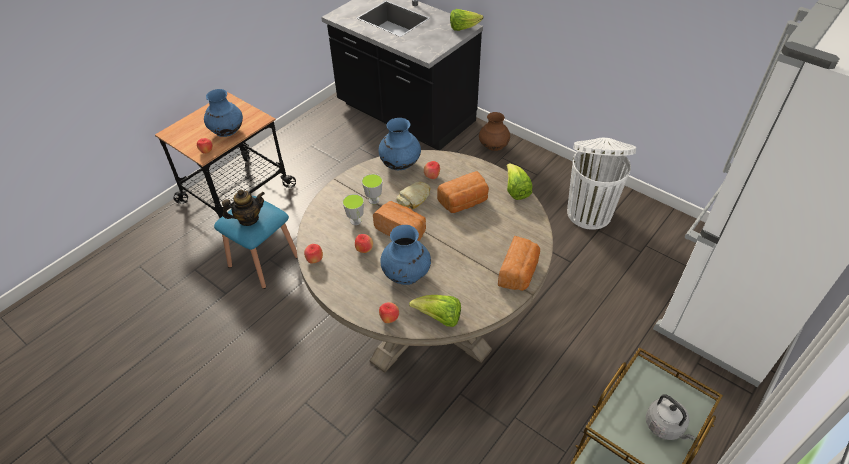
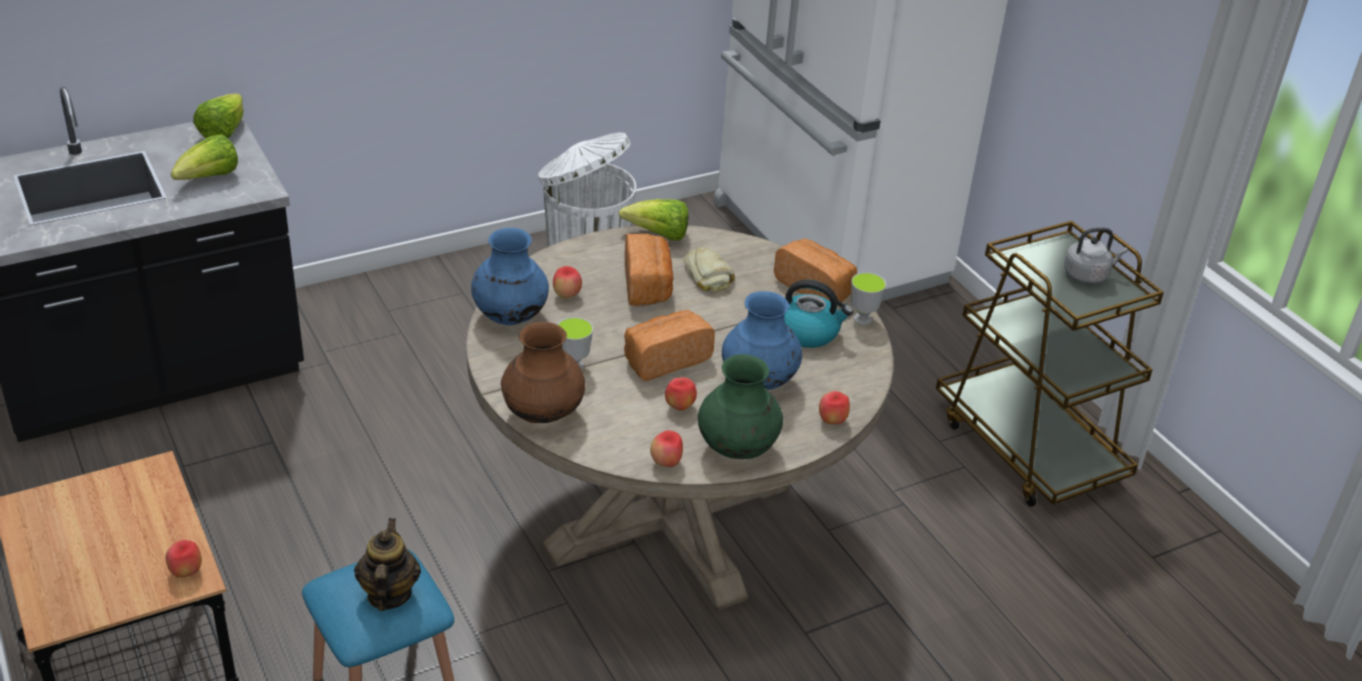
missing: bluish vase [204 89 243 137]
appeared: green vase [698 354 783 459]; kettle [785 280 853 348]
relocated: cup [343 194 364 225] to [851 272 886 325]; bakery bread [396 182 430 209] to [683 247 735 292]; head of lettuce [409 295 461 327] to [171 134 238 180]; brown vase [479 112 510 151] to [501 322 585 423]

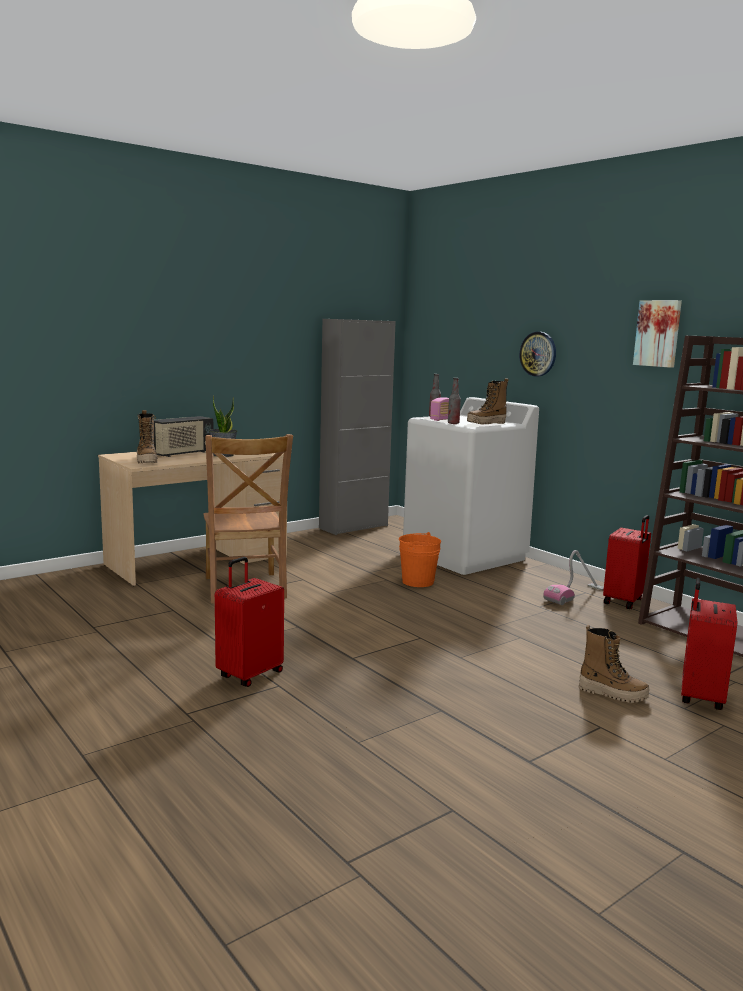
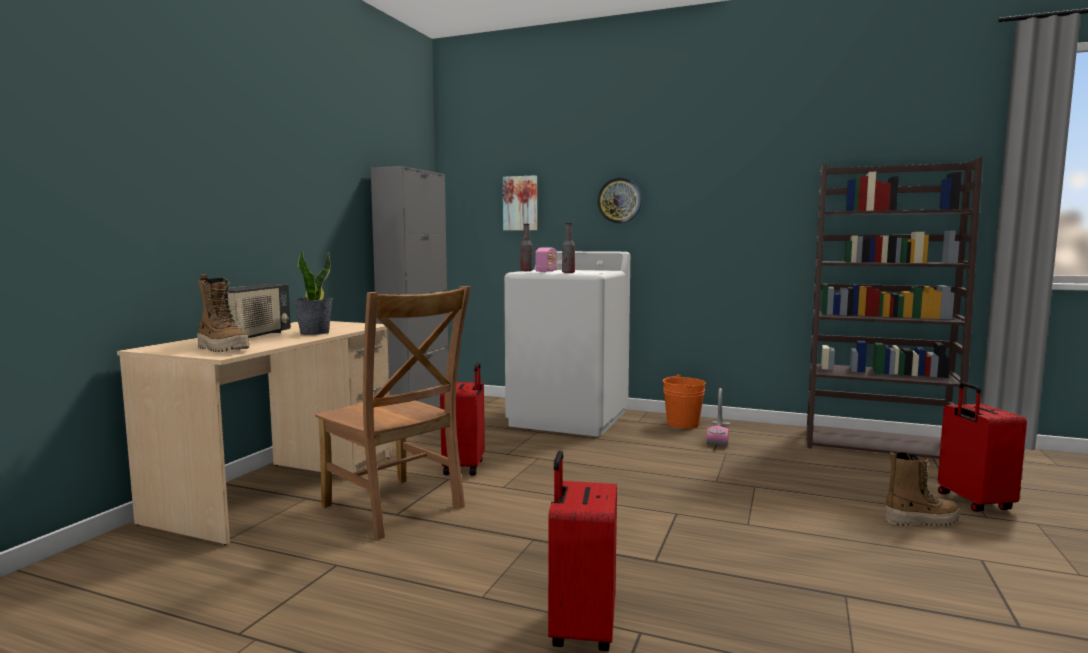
missing: boot [467 378 509 424]
relocated: orangey pail [399 532 441 587] to [663 374 706 429]; red travel case [603 515 651 609] to [440 363 485 476]; wall art [633 300 682 368] to [503 175 537 231]

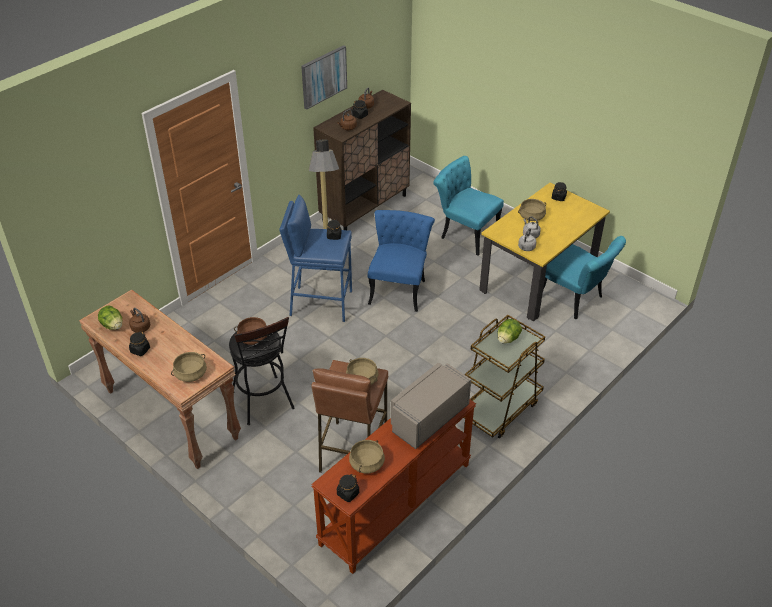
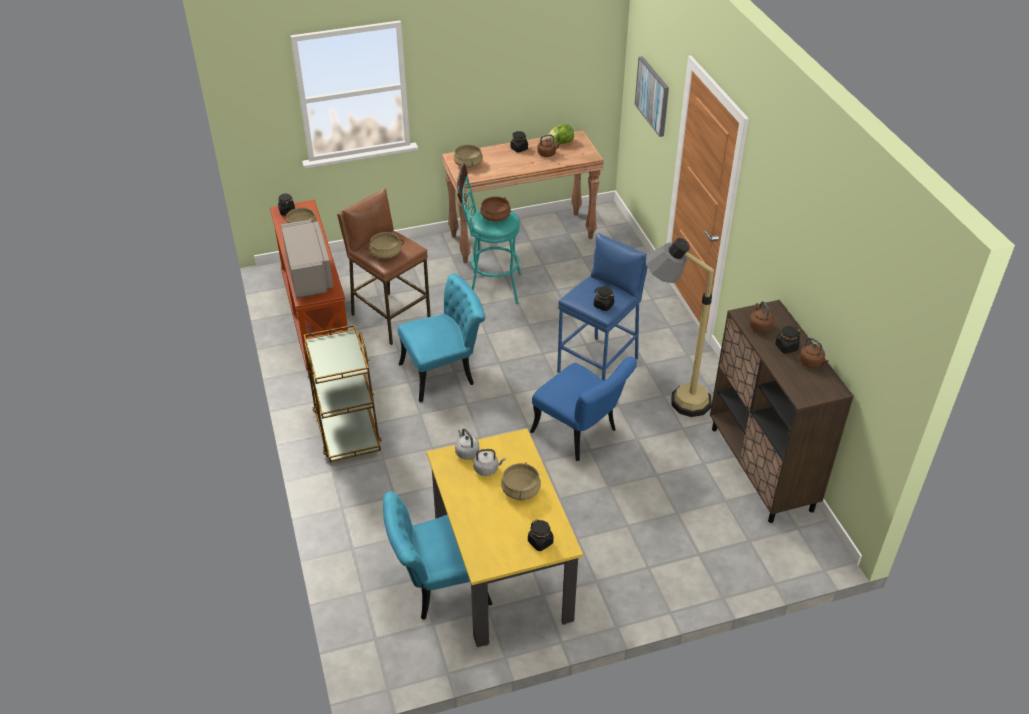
missing: head of lettuce [497 319 522 344]
relocated: wall art [301 45 347 109] to [635 56 669 137]; turquoise-coloured plain chair [433 156 504 256] to [398 273 485 402]
colour: blackish sitting stool [229 317 295 425] to turquoise-coloured sitting stool [457 163 521 304]

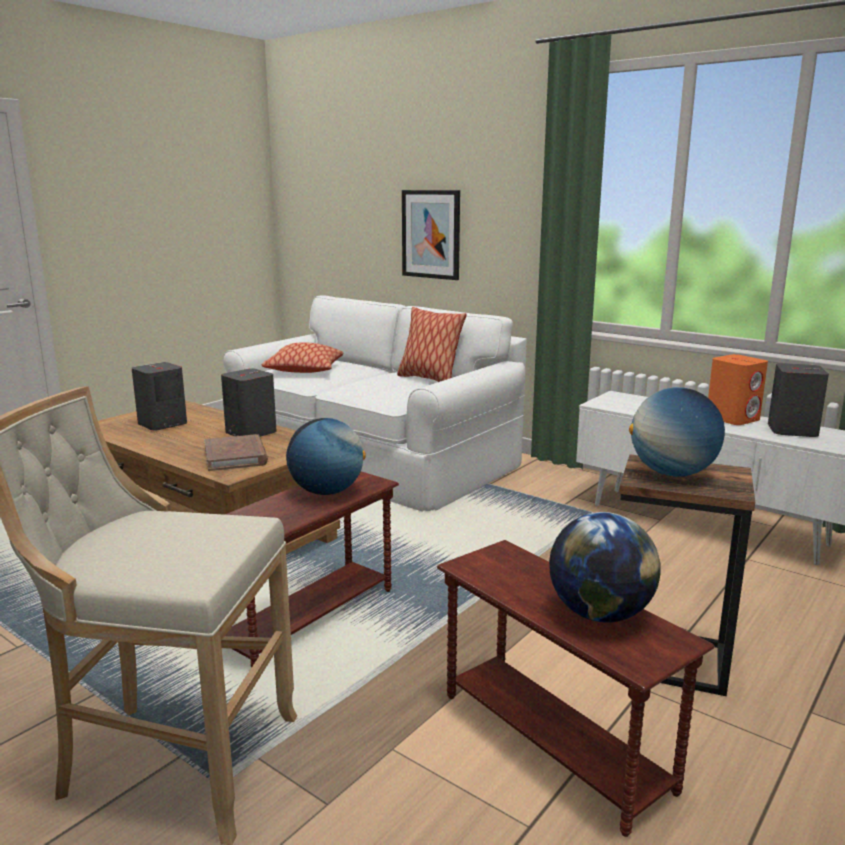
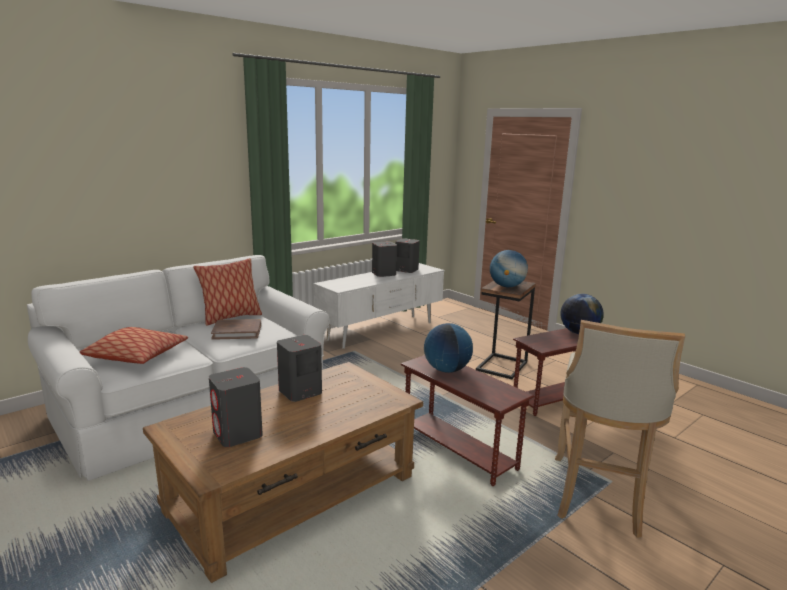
missing: wall art [402 190 460 280]
relocated: brown volume [204 434 268 471] to [211 319 261 340]
colour: orangey audio speaker [708 354 768 425] to greyish audio speaker [372 242 397 277]

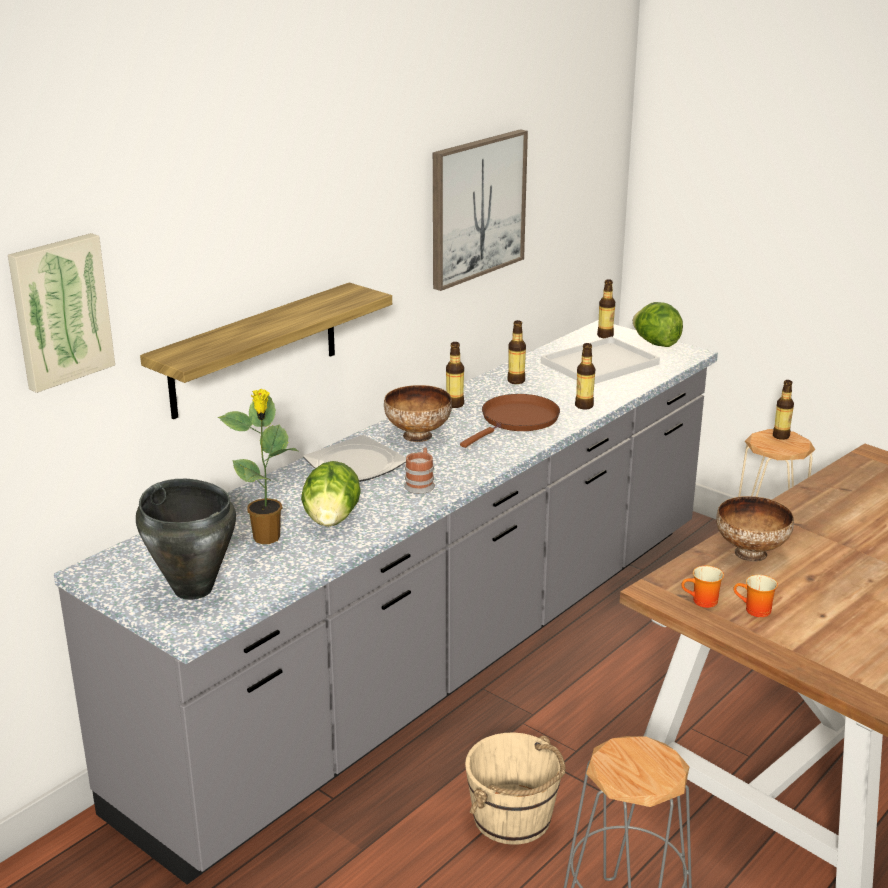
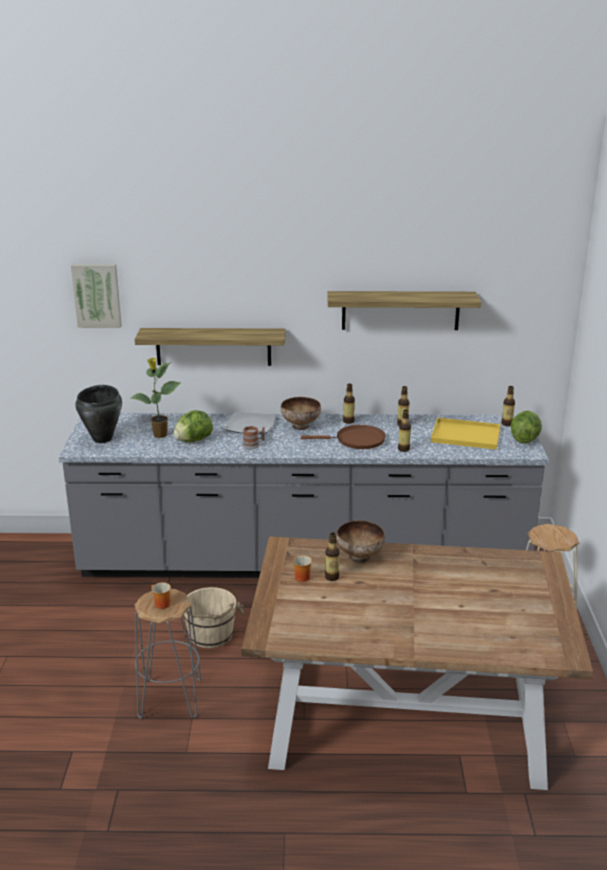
relocated: tea mug [681 566 724 608] to [151 582 171 609]; beverage bottle [773 380 794 440] to [325 532 340 581]
exchanged: wall art [433 129 528 291] to bracket shelf [327 291 481 330]
colour: whitish tray [541 337 660 384] to yellow tray [431 417 501 450]

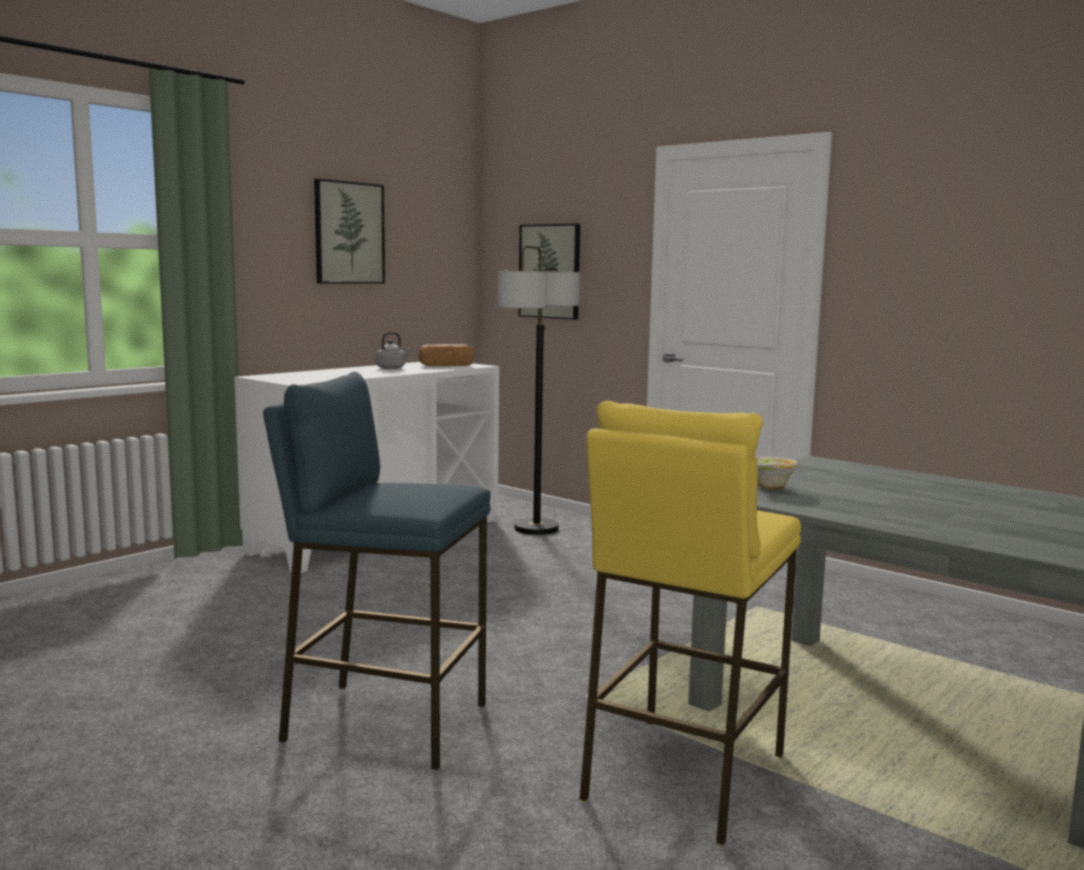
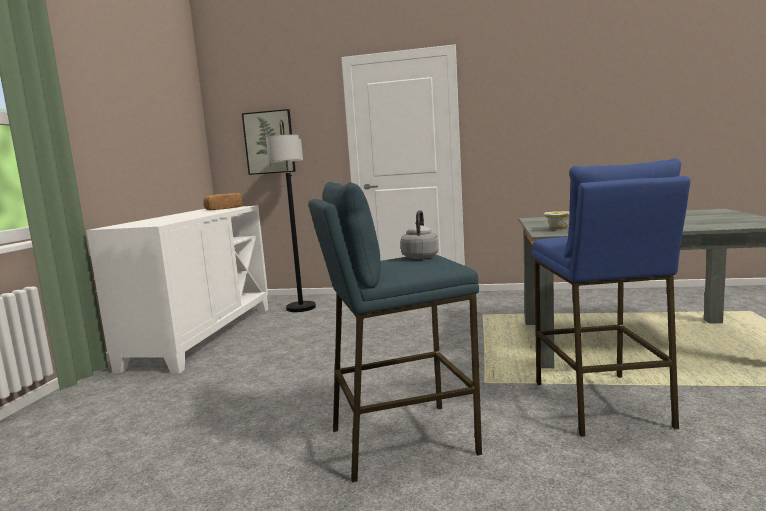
missing: wall art [314 179 385 284]
relocated: greyish kettle [376 332 411 369] to [400 210 439 259]
colour: yellow sitting stool [579 401 801 846] to bluish sitting stool [532 158 690 437]

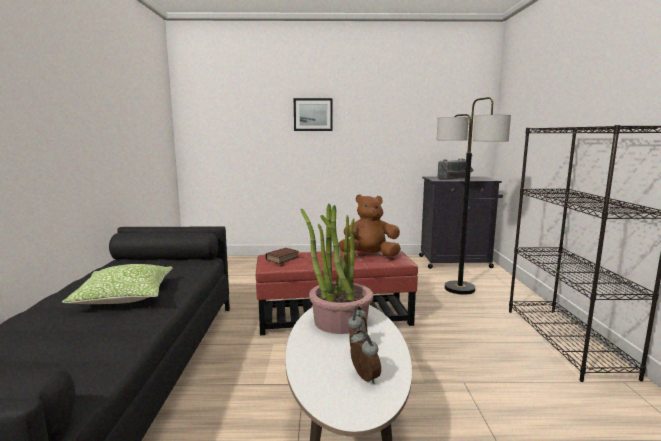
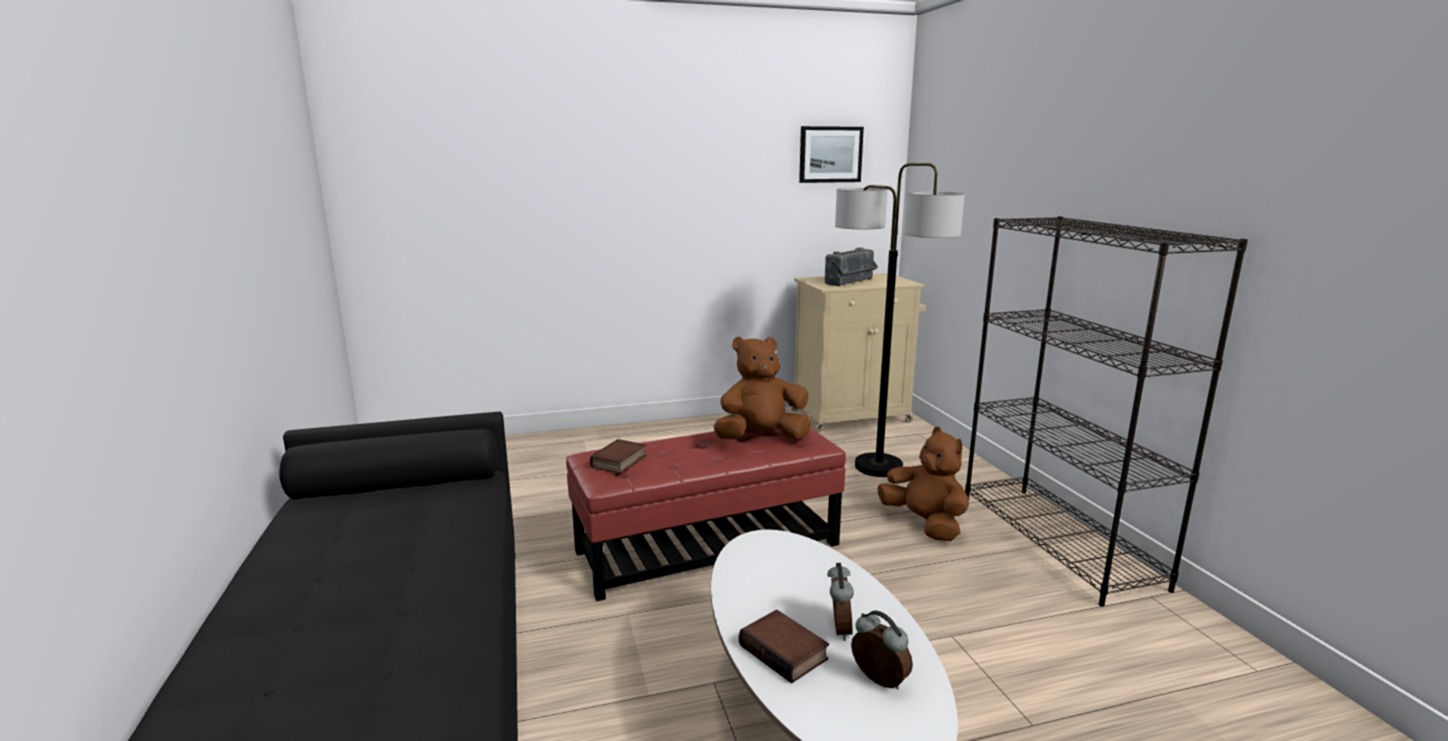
missing: cushion [62 264 172 304]; potted plant [301 204 373 334]
appeared: volume [739 610 829 683]; brown soft toy [878 427 969 541]
relocated: wall art [294 98 333 131] to [799 126 864 183]
colour: blackish storage cabinet [419 176 503 269] to beige storage cabinet [791 273 926 433]

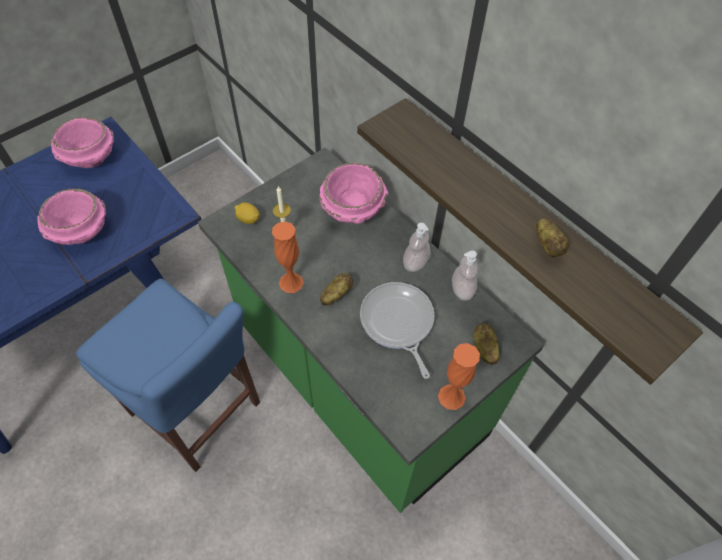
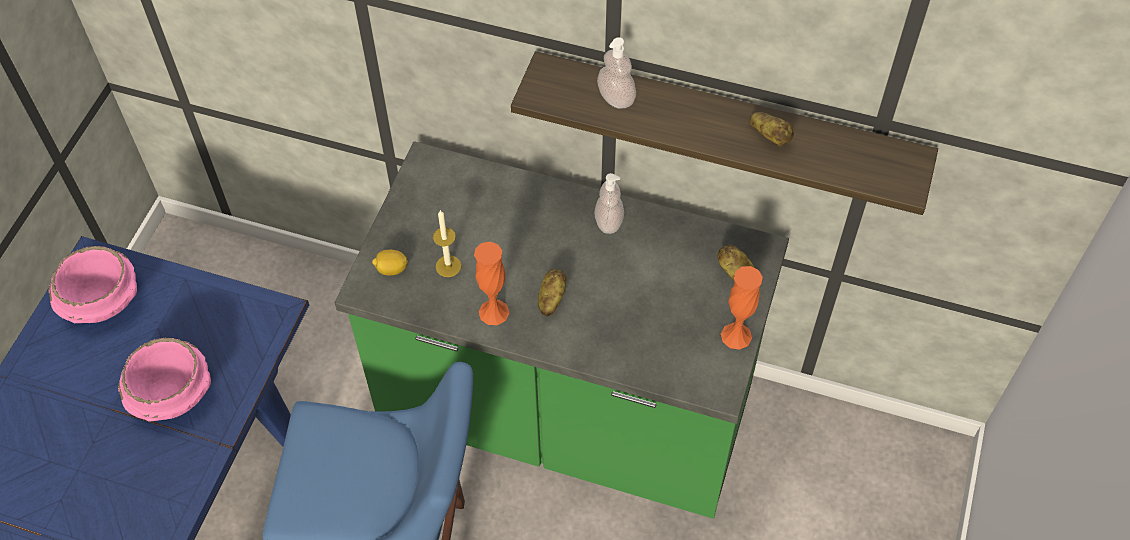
missing: pink-coloured bowl [320 163 389 224]; skillet [360 282 434 379]
relocated: soap bottle [452 251 478 301] to [597 37 636 109]

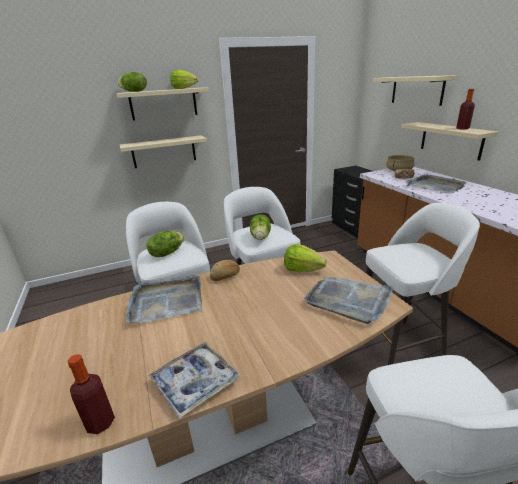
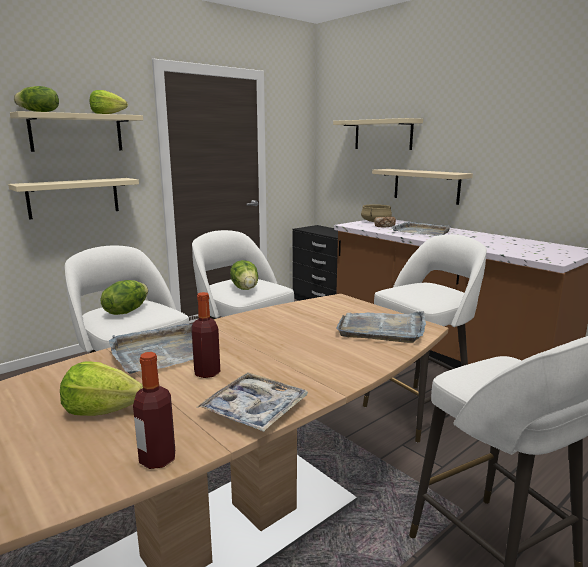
missing: bakery bread [210 260 240 281]
relocated: head of lettuce [284 244 327 272] to [60 361 143 416]; beverage bottle [456 89 475 130] to [191 292 220 378]

